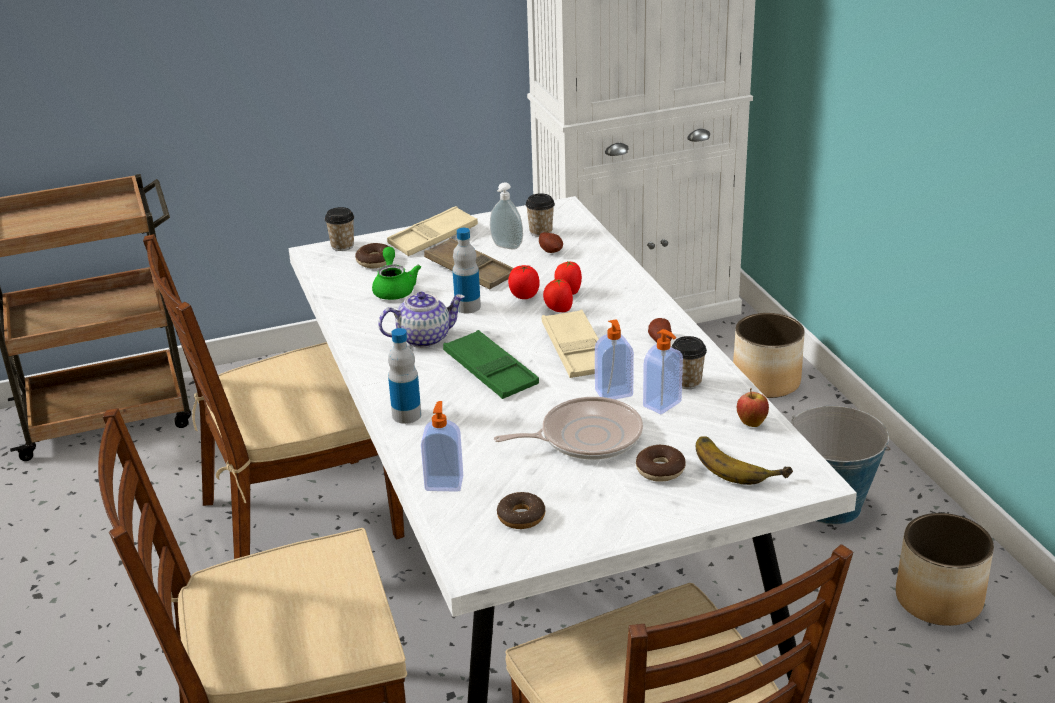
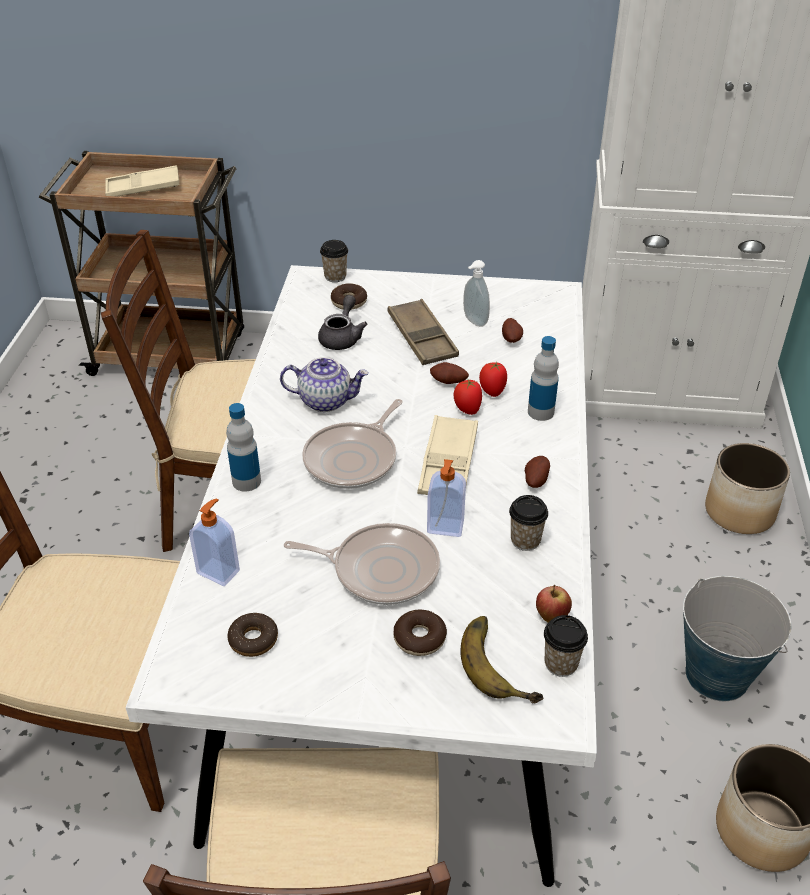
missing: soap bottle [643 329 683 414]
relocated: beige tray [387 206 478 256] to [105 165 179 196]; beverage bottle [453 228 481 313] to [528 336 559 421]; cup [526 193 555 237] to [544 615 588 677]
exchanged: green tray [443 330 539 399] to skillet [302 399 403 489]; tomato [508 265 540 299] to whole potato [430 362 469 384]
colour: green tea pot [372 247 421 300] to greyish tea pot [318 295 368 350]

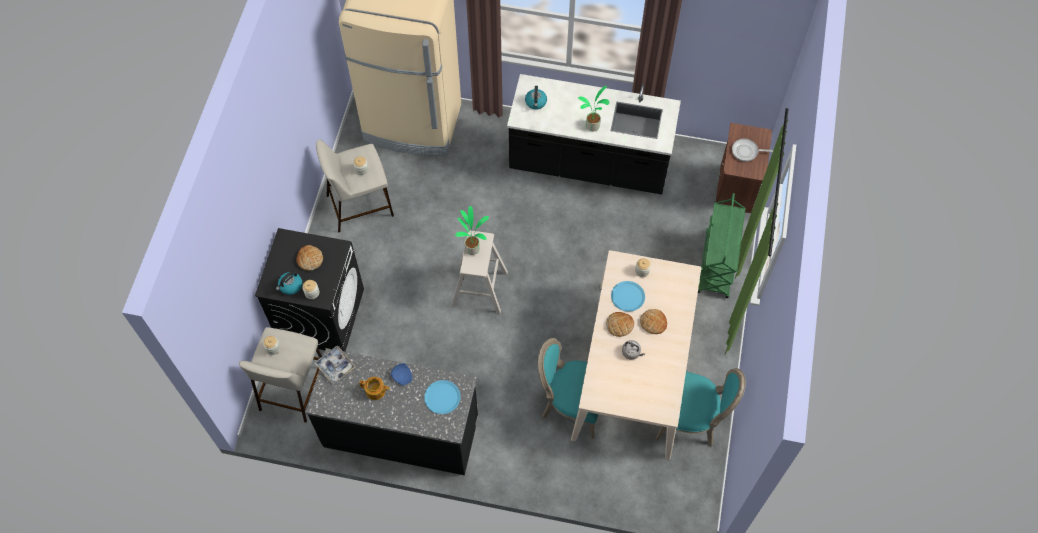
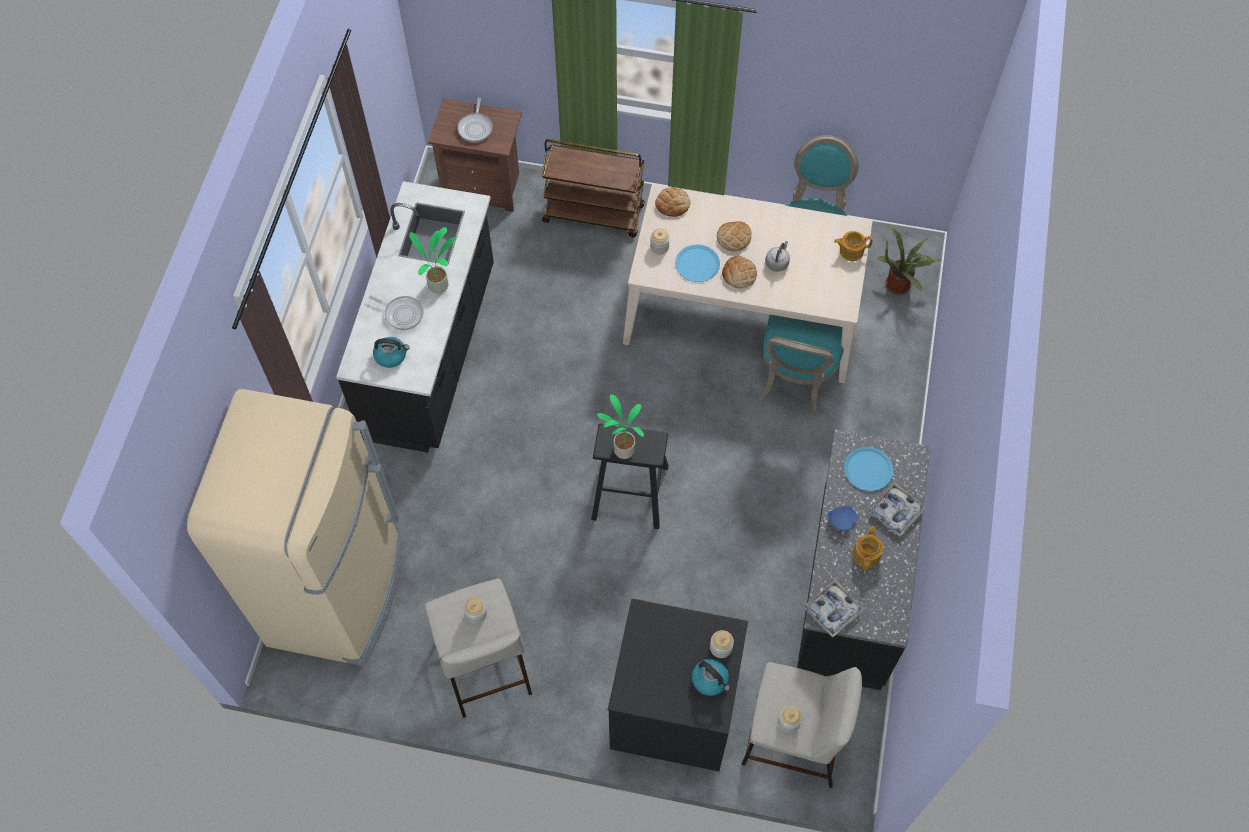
appeared: skillet [369 295 424 330]; tea pot [834 231 873 261]; tray [868 482 926 537]; potted plant [877 225 941 295]
relocated: bakery bread [296 245 323 271] to [655 187 691 217]
colour: beige sitting stool [451 230 508 314] to blackish sitting stool [591 424 668 529]; green cart [698 193 746 298] to brown cart [542 139 645 237]

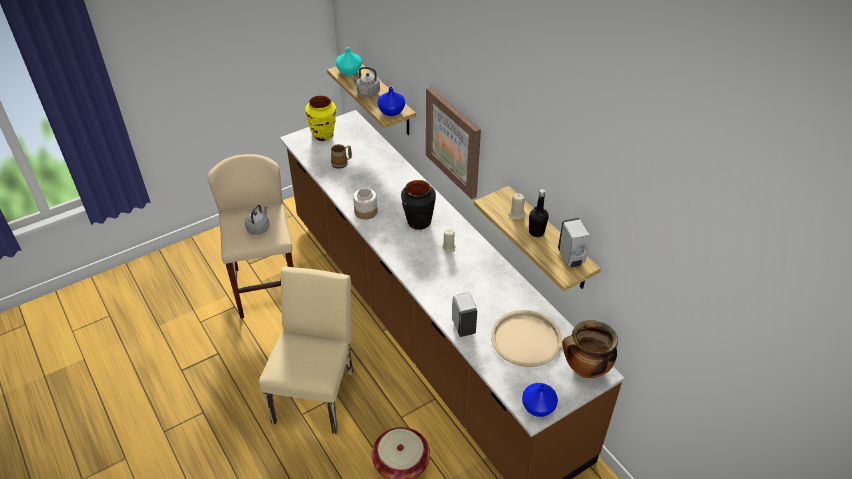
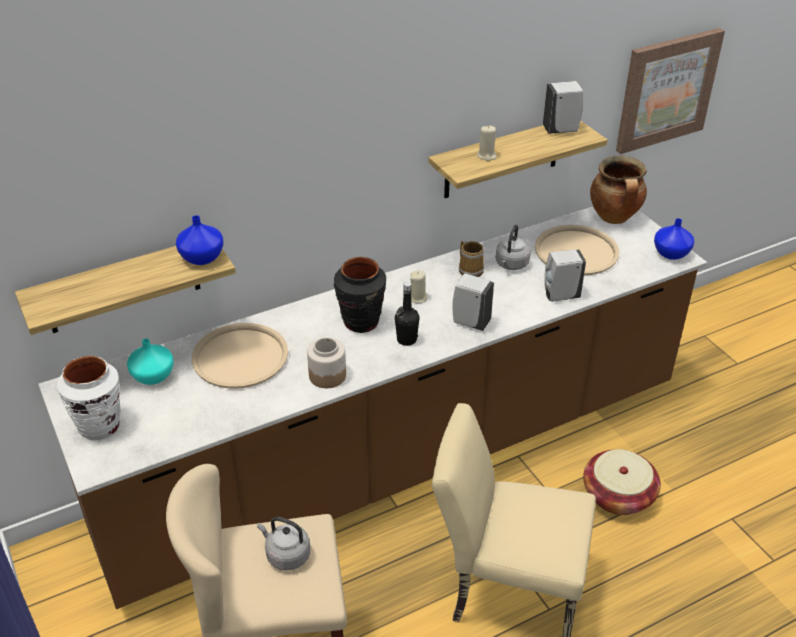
appeared: beige tray [192 323 288 389]; whitish soap bottle [452 273 494 331]
relocated: tea mug [331 144 352 169] to [459 239 484 277]; turquoise-coloured vase [336 47 362 75] to [127 339 174 385]; greyish kettle [351 67 380 97] to [496 225 531 270]; wall art [426 87 481 200] to [616 28 725 154]; blackish beverage bottle [529 189 549 237] to [395 282 419 346]
colour: yellow vase [305 95 336 141] to whitish vase [57 356 121 440]

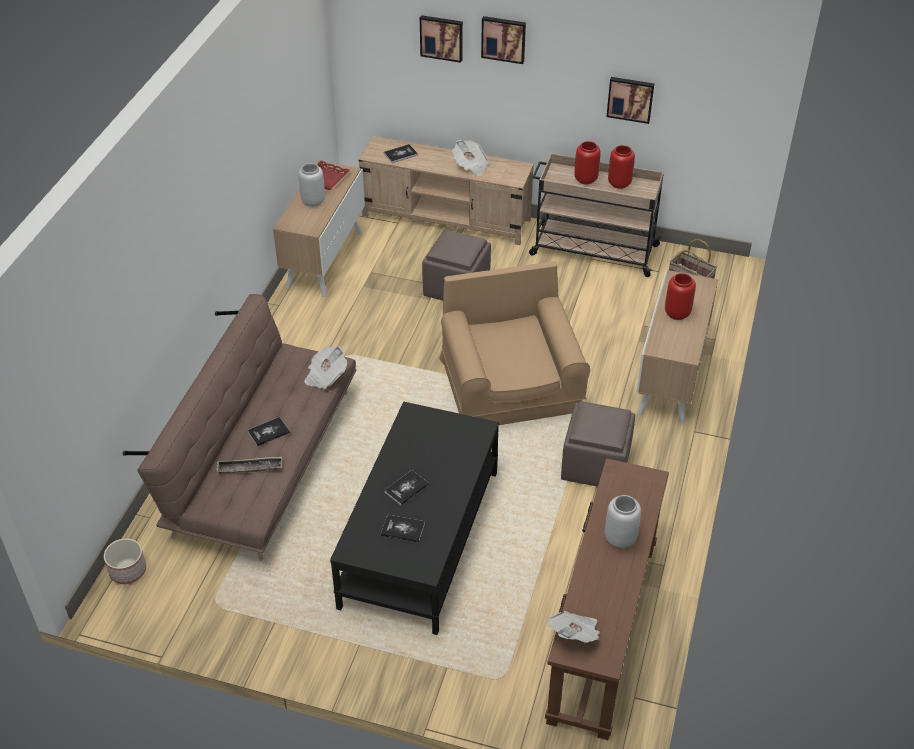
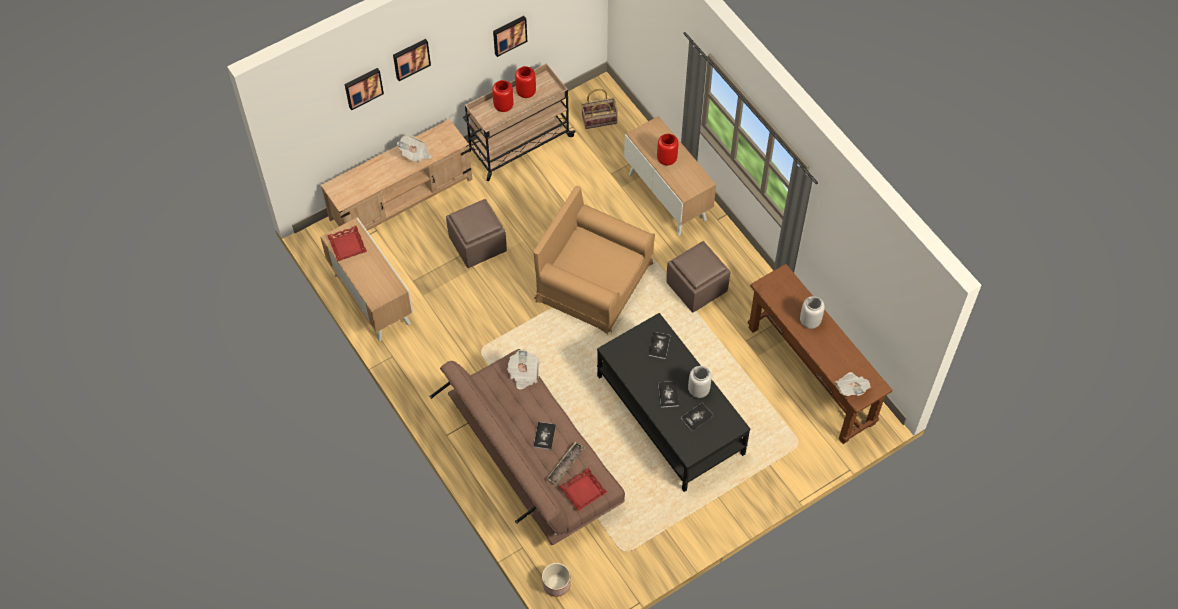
appeared: red tray [559 468 607 511]
relocated: greyish vase [298 163 325 207] to [688 366 712 398]; volume [384 144 418 163] to [648 332 671 359]

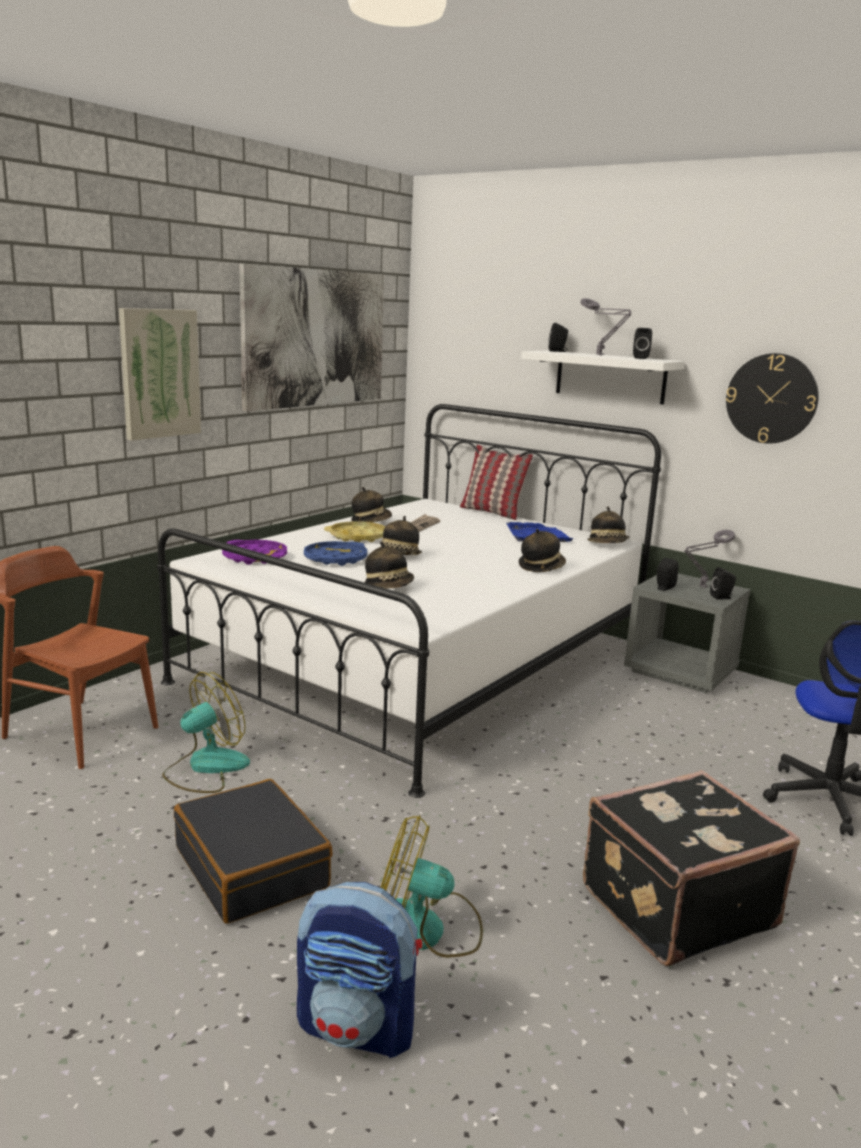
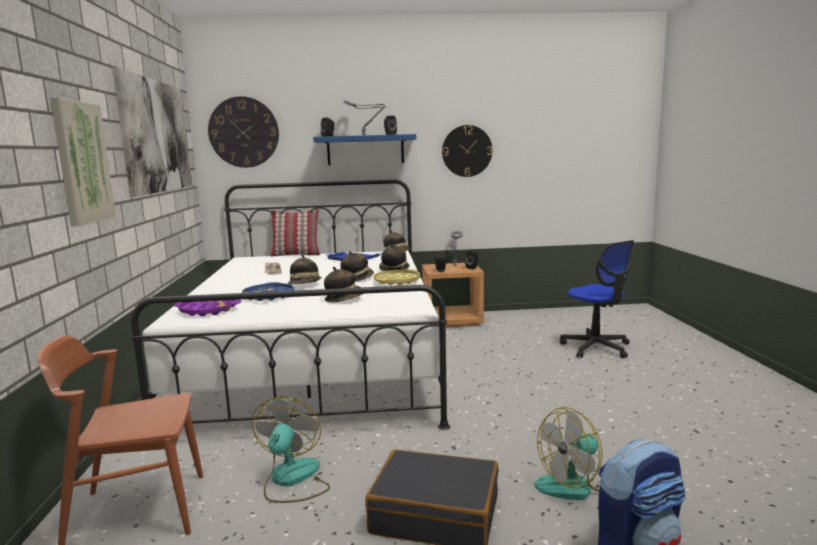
missing: blackish travel case [583 770 800 966]
appeared: clock on the wall [208 96 279 168]
relocated: yellow tray [324 521 386 542] to [374 269 420 285]; wearable hat [351 487 392 522] to [340 251 374 282]
colour: whitish bracket shelf [521 350 685 404] to bluish bracket shelf [313 134 416 165]; greyish bedside table [624 573 751 693] to brown bedside table [422 263 484 327]

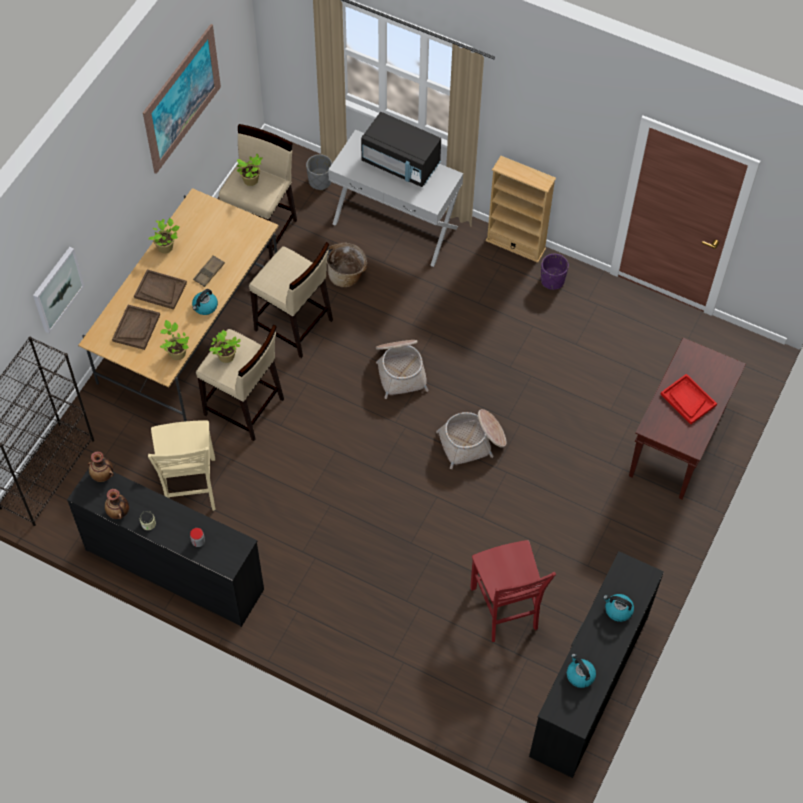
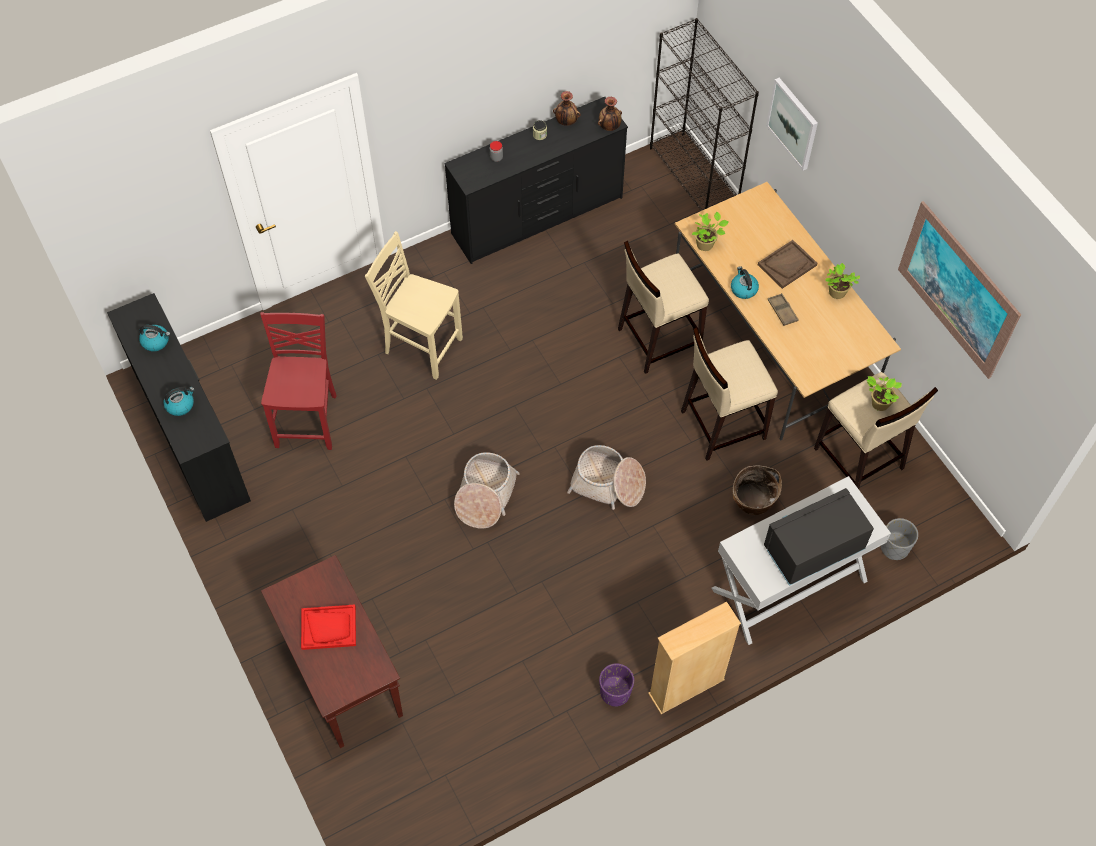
missing: brown tray [112 305 160 350]; potted plant [209 330 241 363]
relocated: beige plain chair [148 420 216 511] to [365 231 463 380]
spun: red plain chair [470 540 556 642] = [260 312 337 450] 75 degrees clockwise

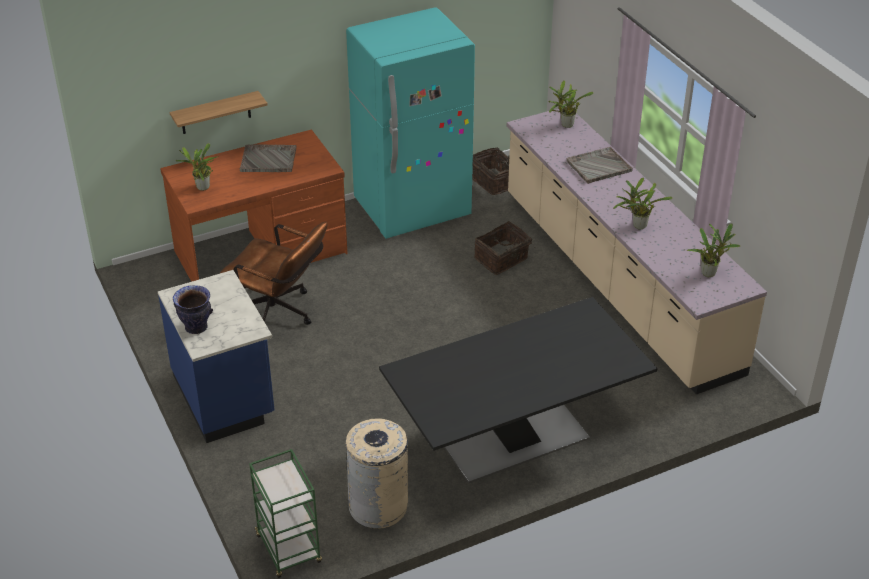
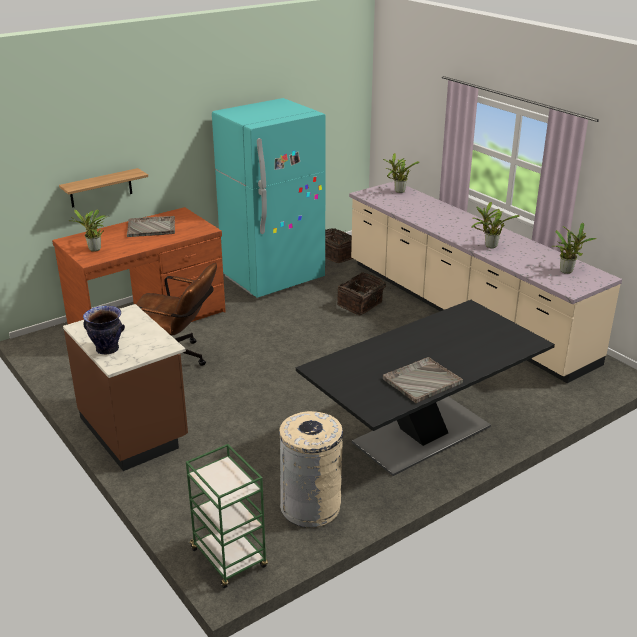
relocated: greyish tray [566 147 633 184] to [383 357 463 403]
colour: bluish kitchen base unit [158 270 274 443] to brown kitchen base unit [63 304 188 471]

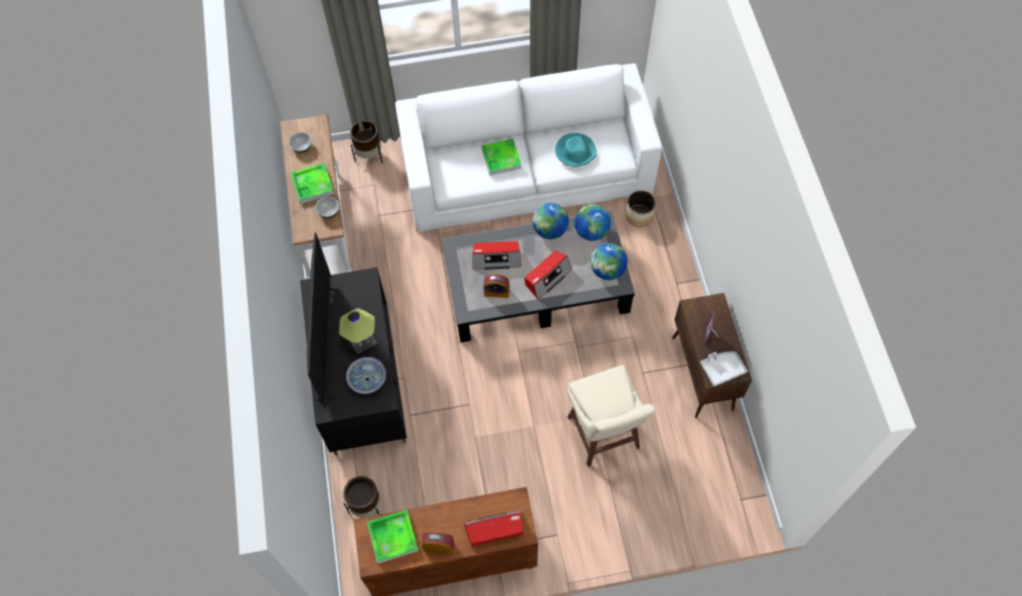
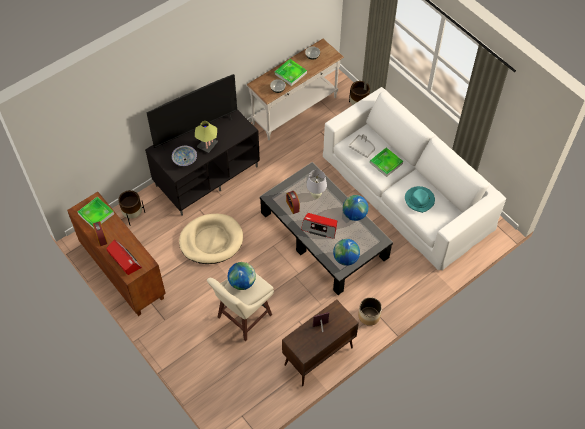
appeared: beige dog bed [179 214 243 264]
relocated: world globe [574 204 611 241] to [228 262 256 290]; planter [625 190 656 227] to [358 297 382 326]; greyish tray [700 352 747 386] to [349 134 375 158]
exchanged: radio [472 241 521 270] to whitish tabletop lamp [306 170 327 199]

